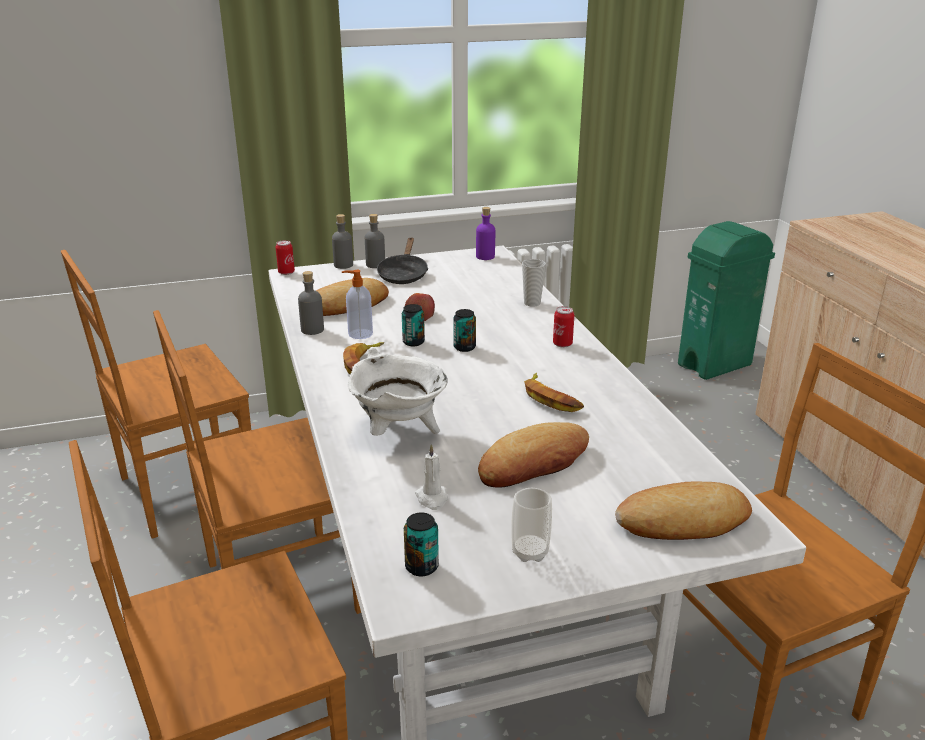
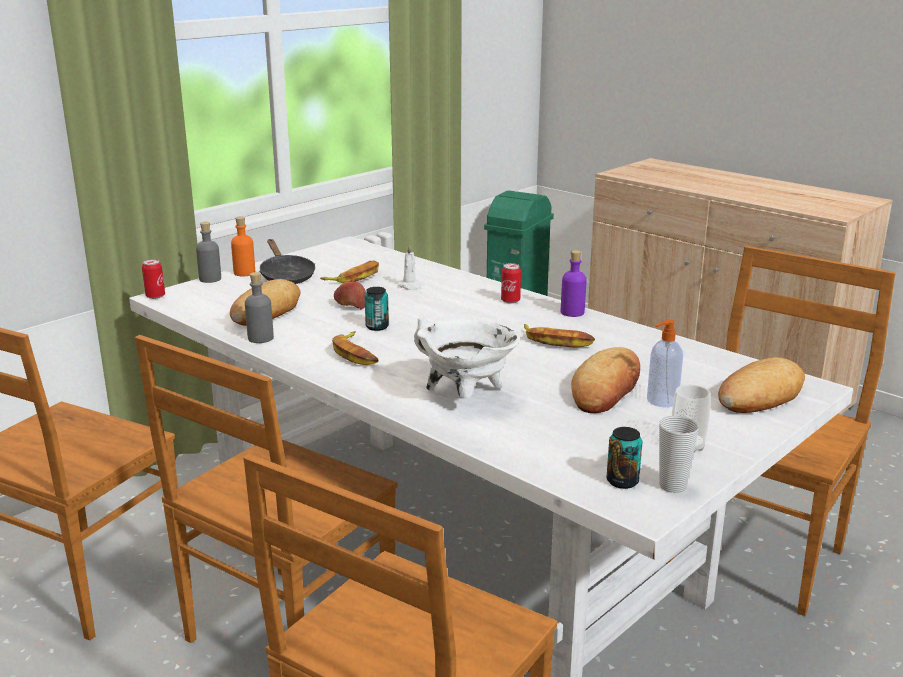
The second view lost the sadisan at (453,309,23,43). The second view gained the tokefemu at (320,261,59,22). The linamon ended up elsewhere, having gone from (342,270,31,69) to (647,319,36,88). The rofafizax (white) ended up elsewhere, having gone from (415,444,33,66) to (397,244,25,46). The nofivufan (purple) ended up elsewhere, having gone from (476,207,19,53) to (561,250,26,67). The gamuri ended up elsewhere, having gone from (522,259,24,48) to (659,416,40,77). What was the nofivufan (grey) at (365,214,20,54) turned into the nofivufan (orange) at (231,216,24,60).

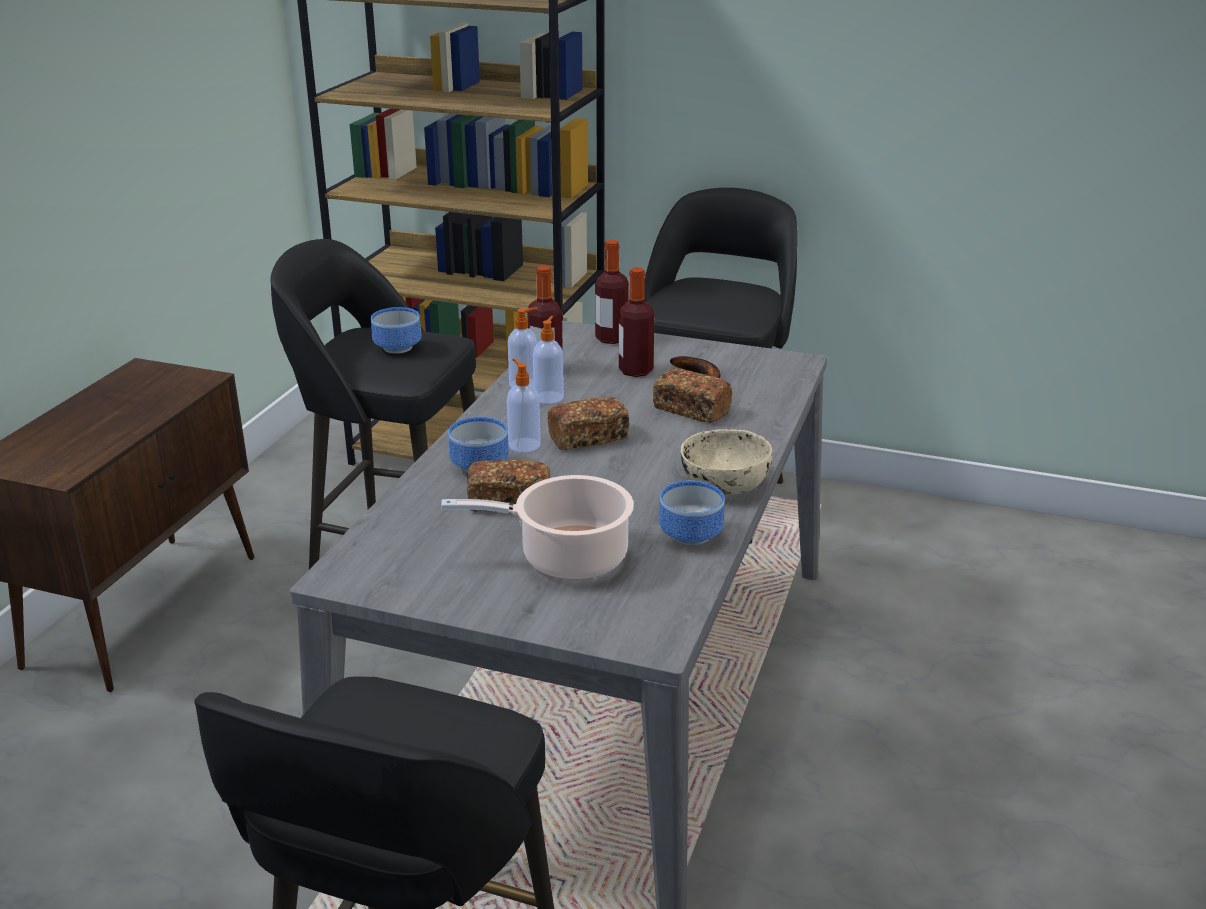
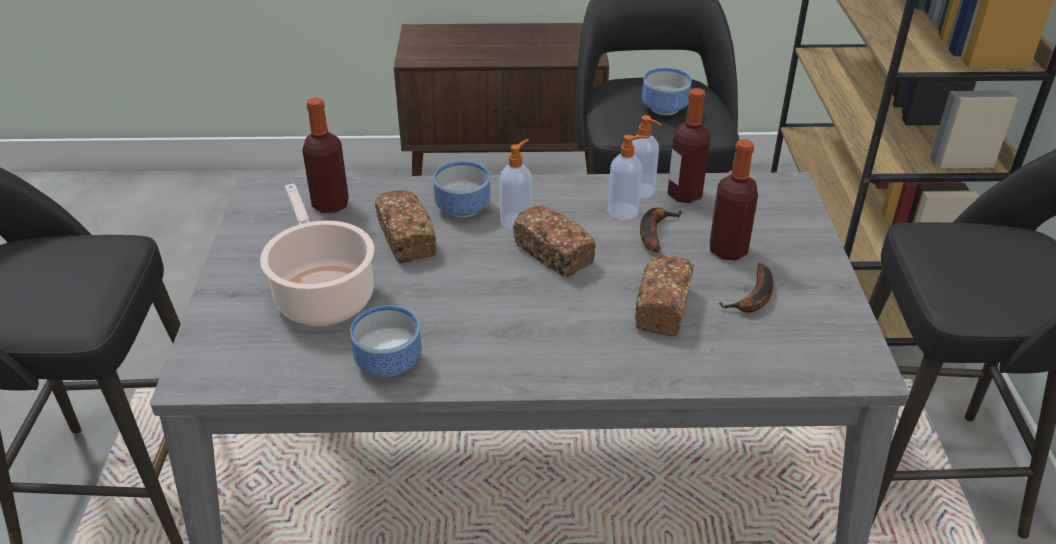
The second view lost the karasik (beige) at (681,429,92,66). The second view gained the tokefemu at (640,207,42,45). The nofivufan ended up elsewhere, having gone from (595,240,34,104) to (302,98,47,115).

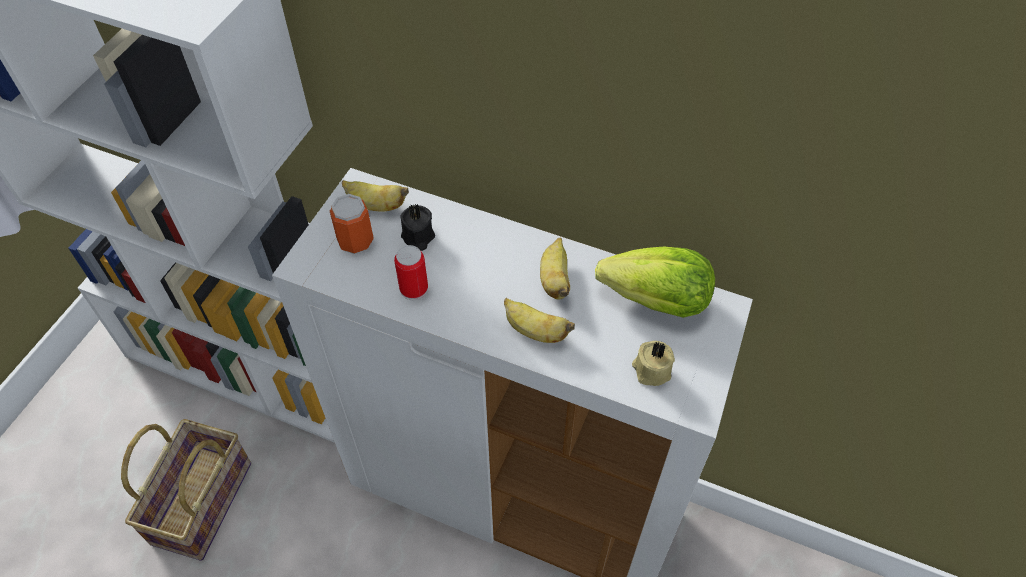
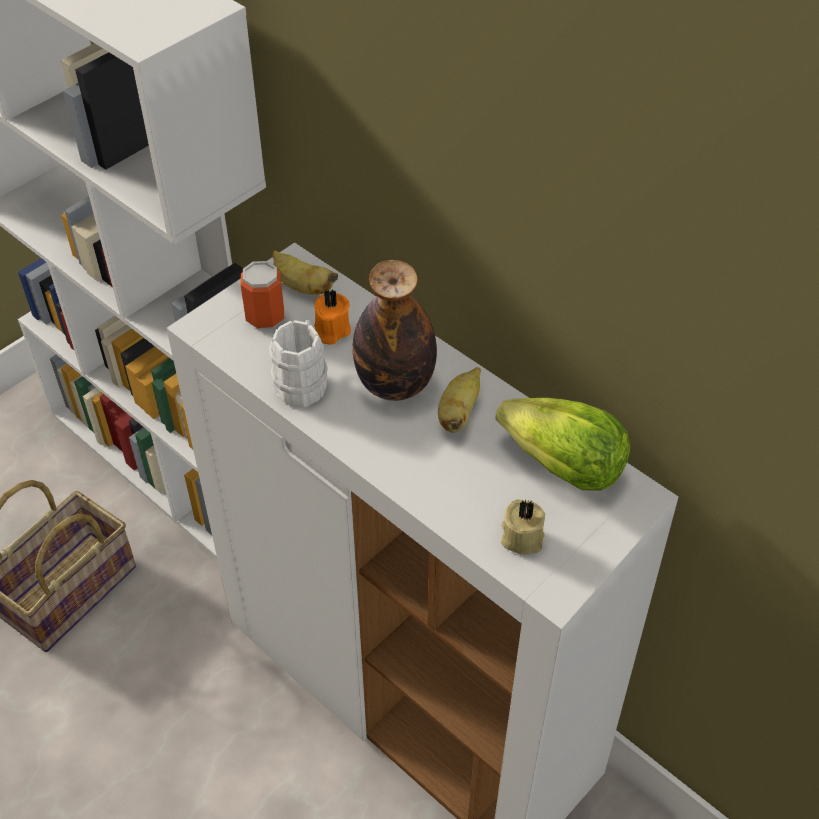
The second view lost the tokefemu at (504,298,71,45). The second view gained the nofivufan at (353,260,84,141). Where the sadisan stood at (394,245,34,55), the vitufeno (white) came to stand at (269,320,59,88). What was the rofafizax (black) at (400,203,35,48) turned into the rofafizax (orange) at (314,289,37,56).

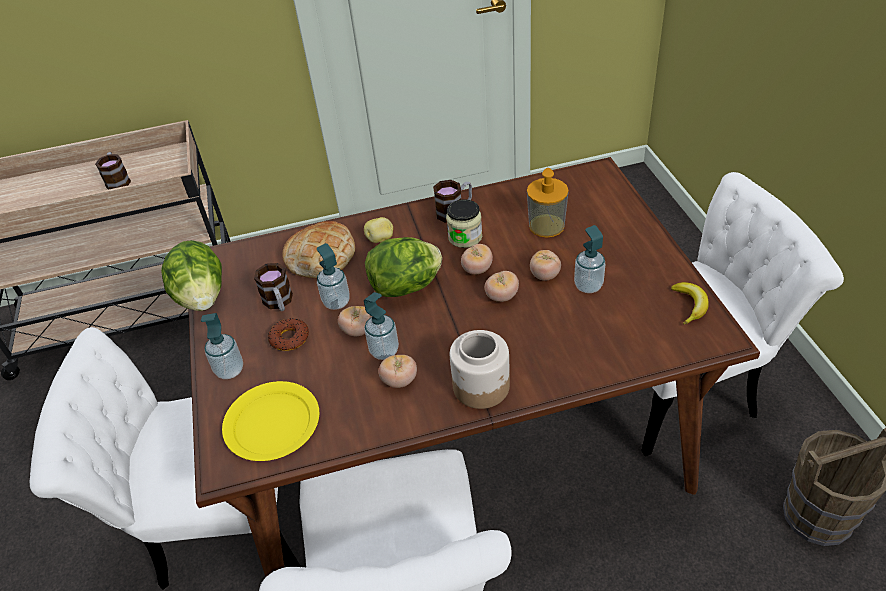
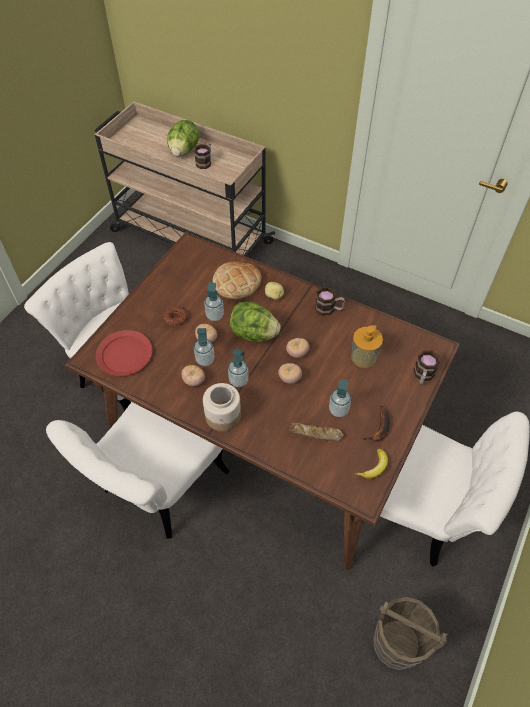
The second view lost the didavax at (446,199,36,49). The second view lost the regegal at (530,250,31,31). The second view gained the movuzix at (289,422,55,19). The second view gained the tokefemu at (363,406,27,36). The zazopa ended up elsewhere, having gone from (161,240,61,71) to (167,120,34,37). The linamon ended up elsewhere, having gone from (201,313,42,66) to (228,348,20,39). The vitufeno ended up elsewhere, having gone from (254,263,39,48) to (414,350,26,35). What was the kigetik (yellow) at (222,381,97,80) turned into the kigetik (red) at (96,330,56,46).

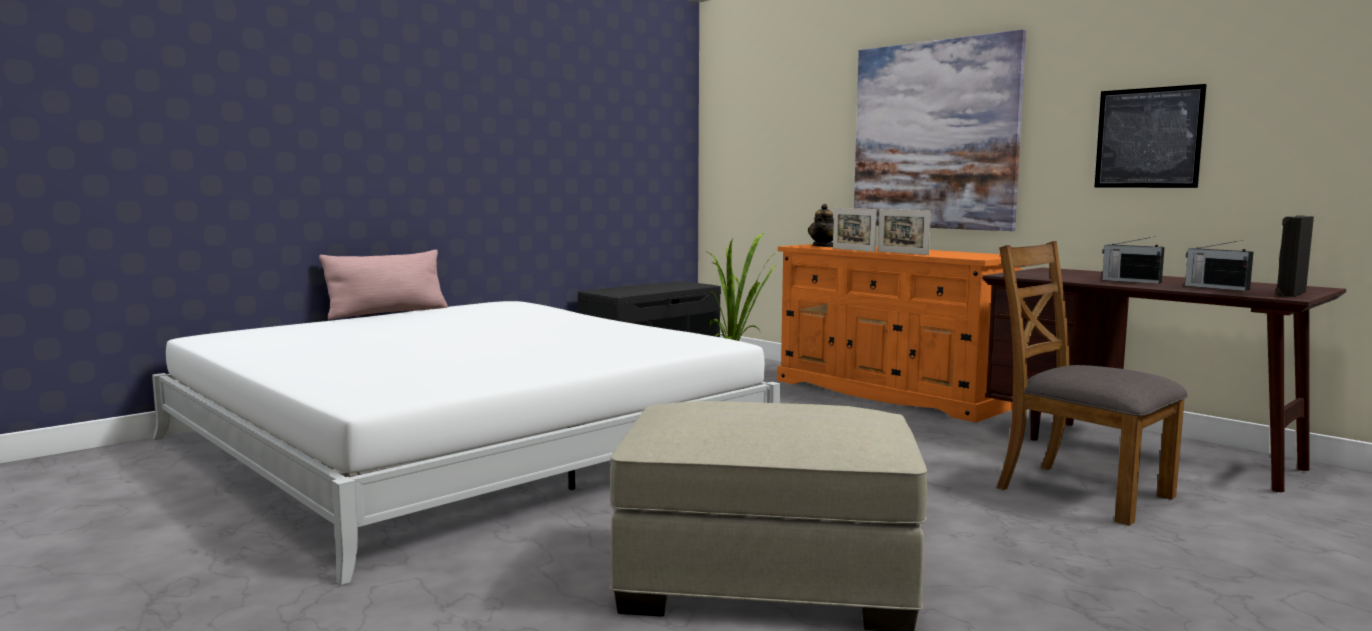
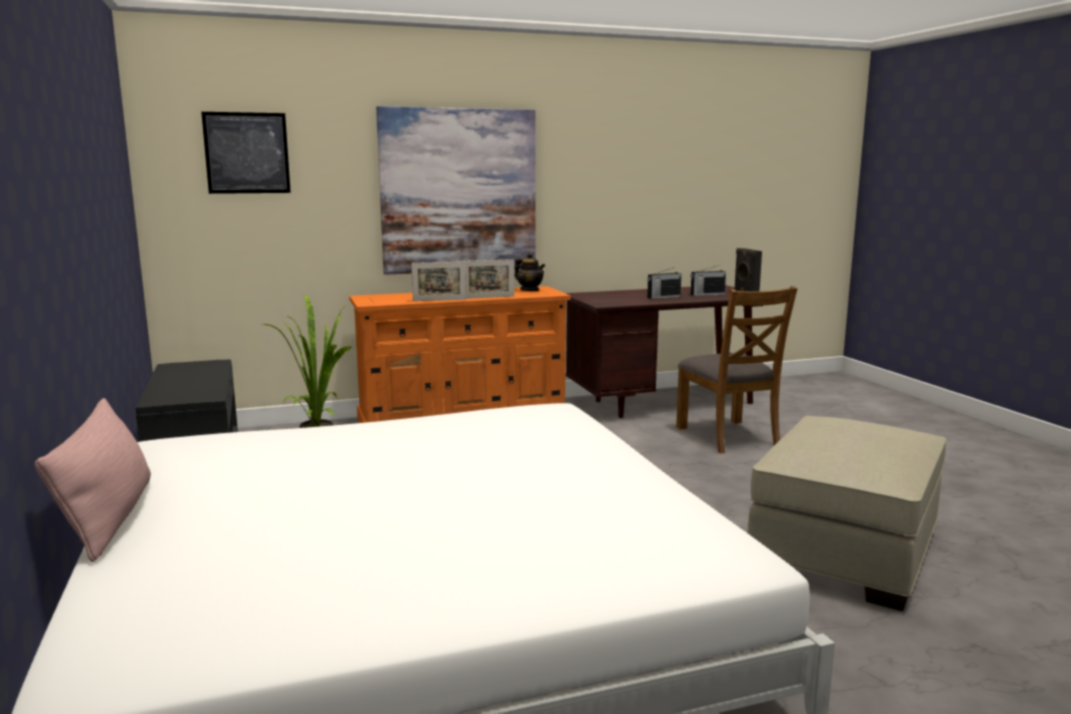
The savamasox ended up elsewhere, having gone from (808,204,26,43) to (515,252,30,39). The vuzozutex ended up elsewhere, having gone from (1095,84,112,104) to (201,112,90,82). The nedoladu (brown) at (996,241,192,285) ended up facing another way, 90 degrees counterclockwise from before.

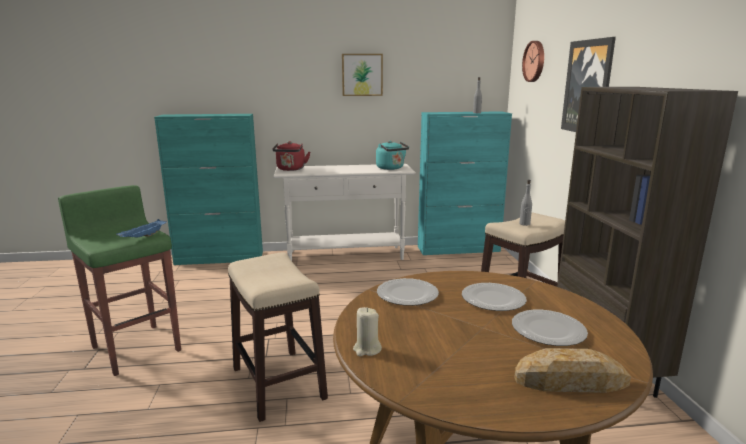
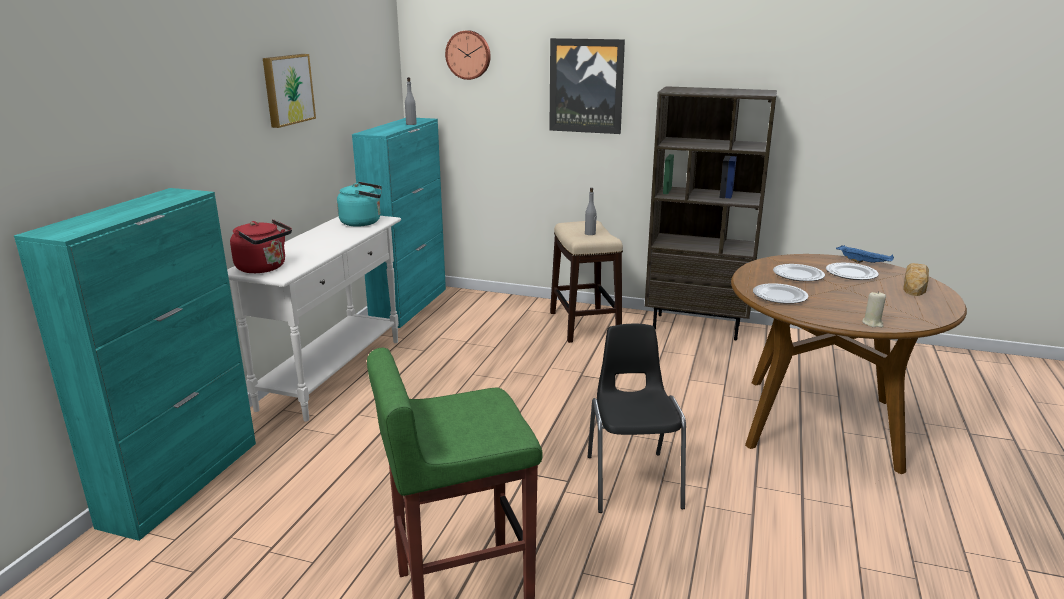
The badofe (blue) ended up elsewhere, having gone from (116,219,51,18) to (836,245,58,18). Where the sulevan stood at (228,252,100,170), the nedoladu (black) came to stand at (588,324,98,189).

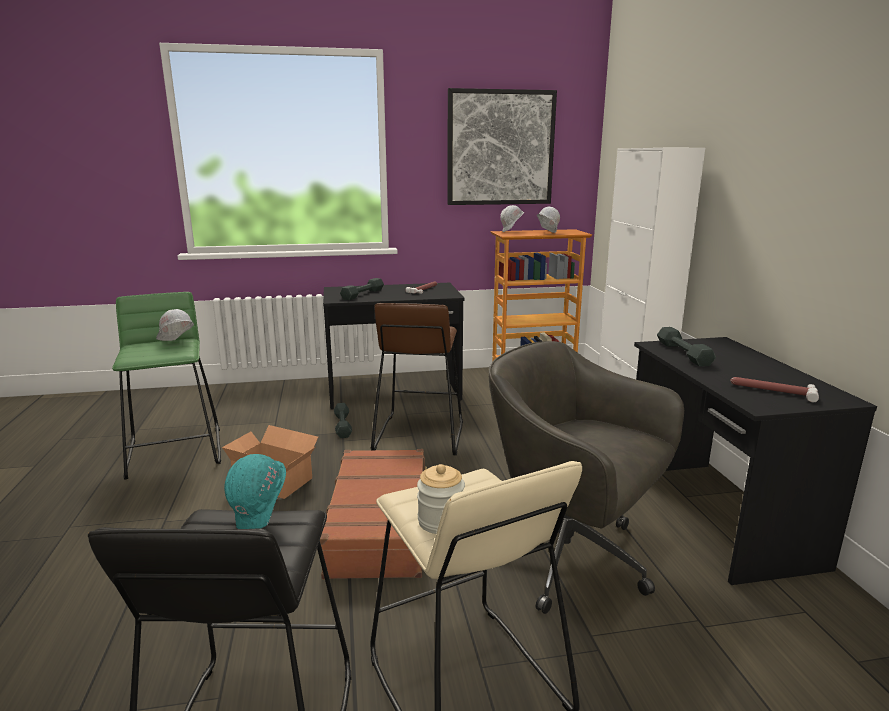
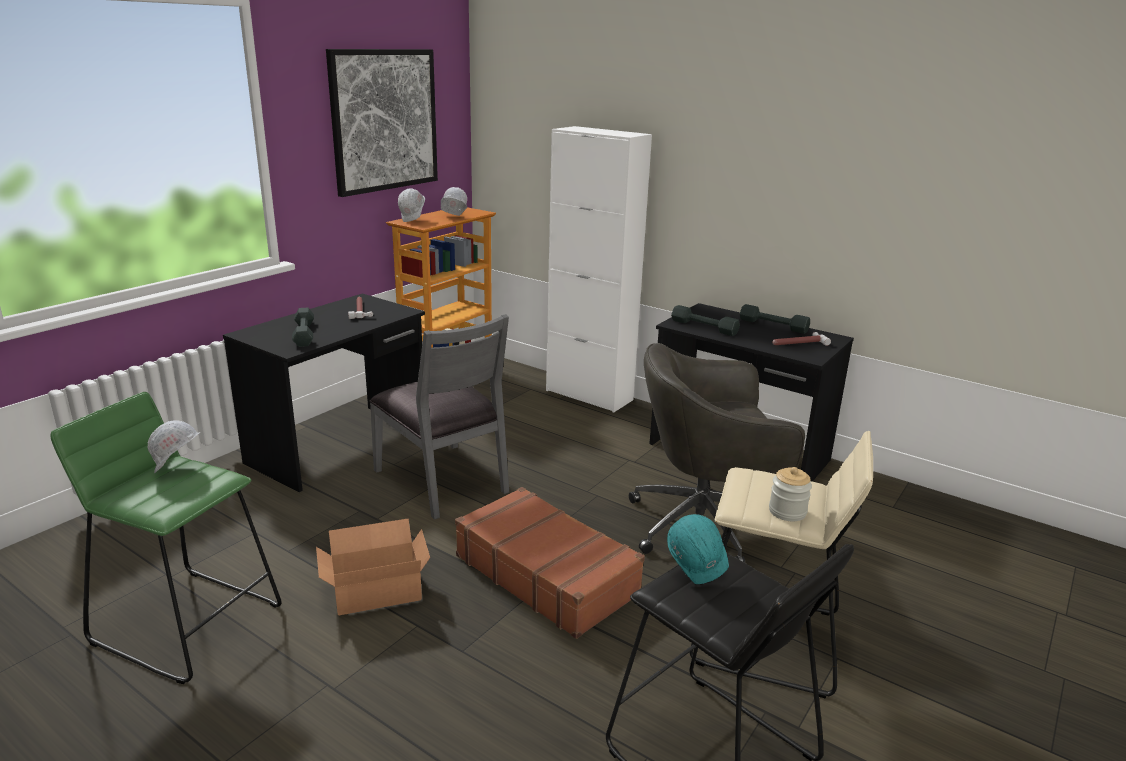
The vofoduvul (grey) ended up elsewhere, having gone from (334,403,18,35) to (740,304,70,30). Where the sulevan (brown) stood at (371,303,92,152), the nedoladu (grey) came to stand at (369,314,140,206).

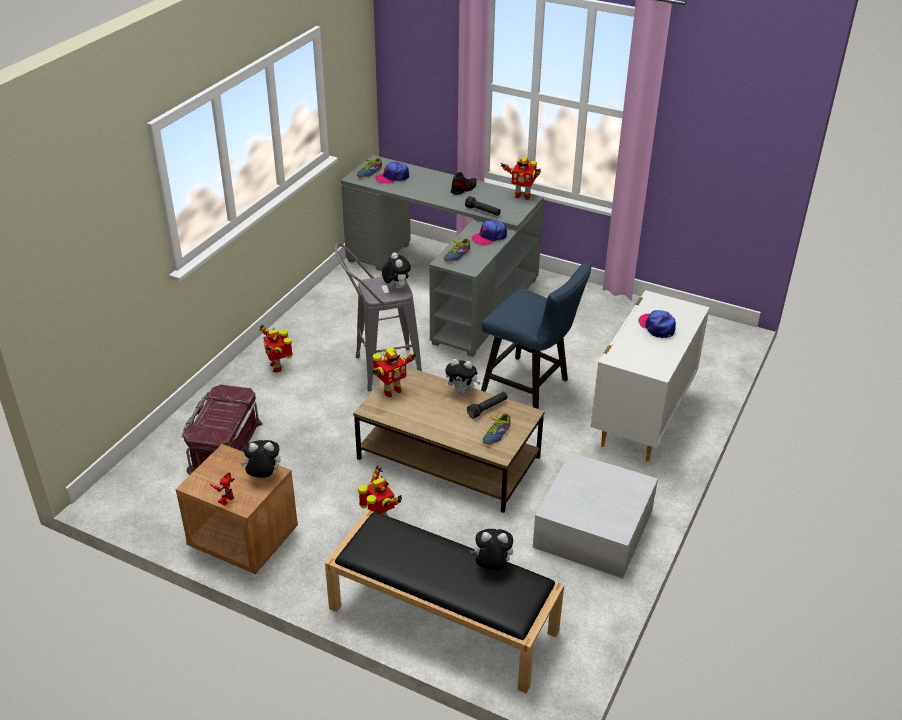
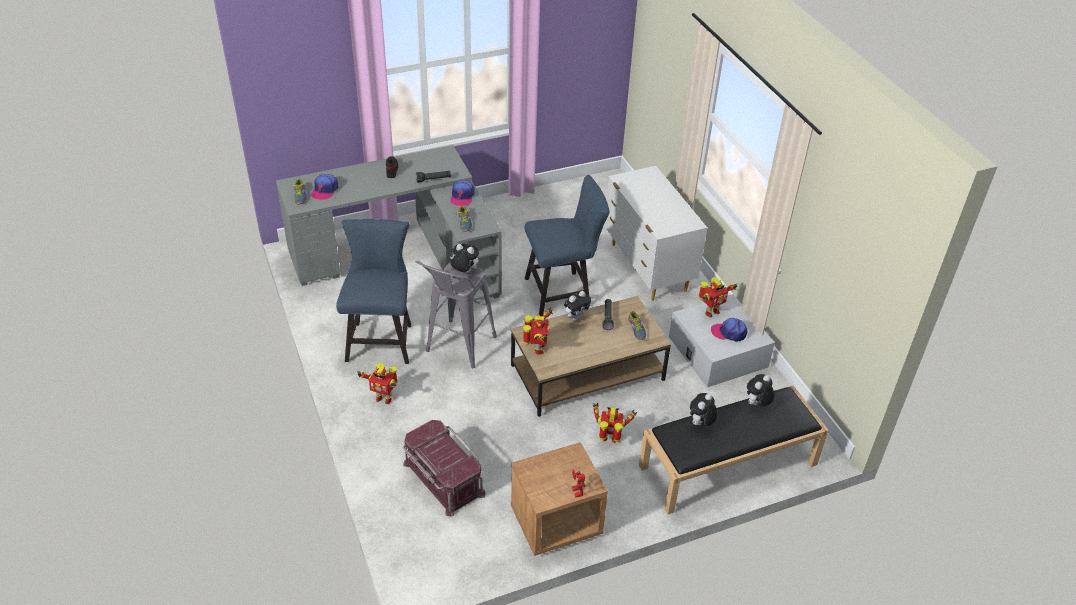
The second view gained the nedoladu (blue) at (336,219,75,145). The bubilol ended up elsewhere, having gone from (241,440,40,38) to (690,393,28,33). The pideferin ended up elsewhere, having gone from (501,157,40,43) to (699,277,38,40). The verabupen ended up elsewhere, having gone from (638,310,38,28) to (711,318,36,24).

